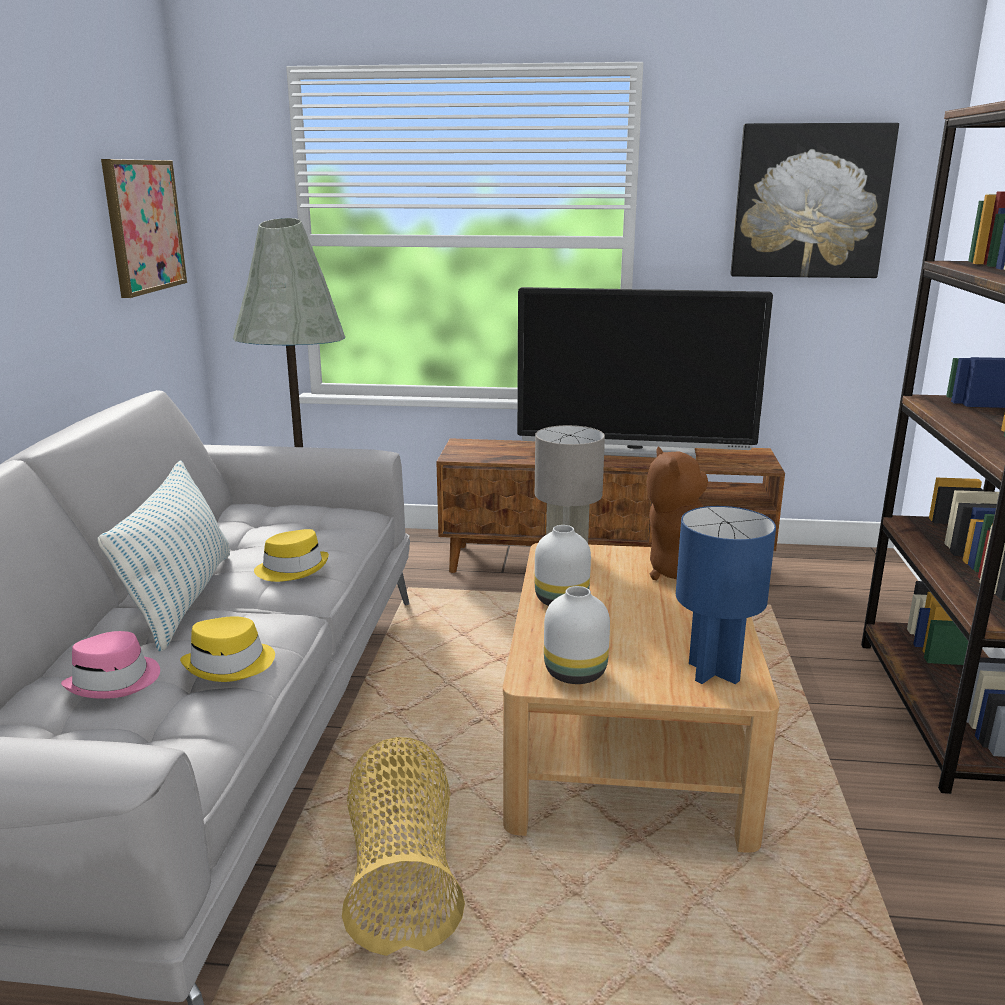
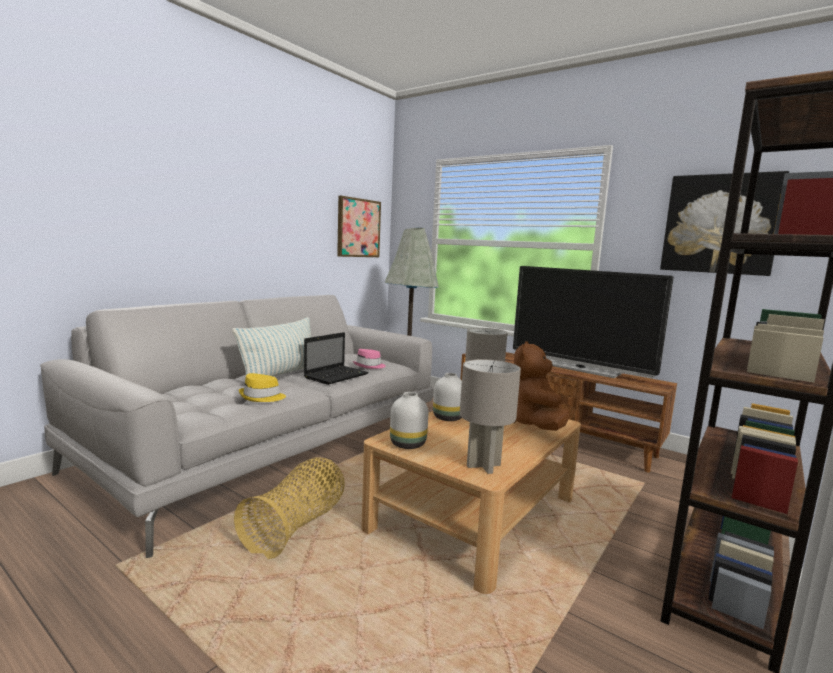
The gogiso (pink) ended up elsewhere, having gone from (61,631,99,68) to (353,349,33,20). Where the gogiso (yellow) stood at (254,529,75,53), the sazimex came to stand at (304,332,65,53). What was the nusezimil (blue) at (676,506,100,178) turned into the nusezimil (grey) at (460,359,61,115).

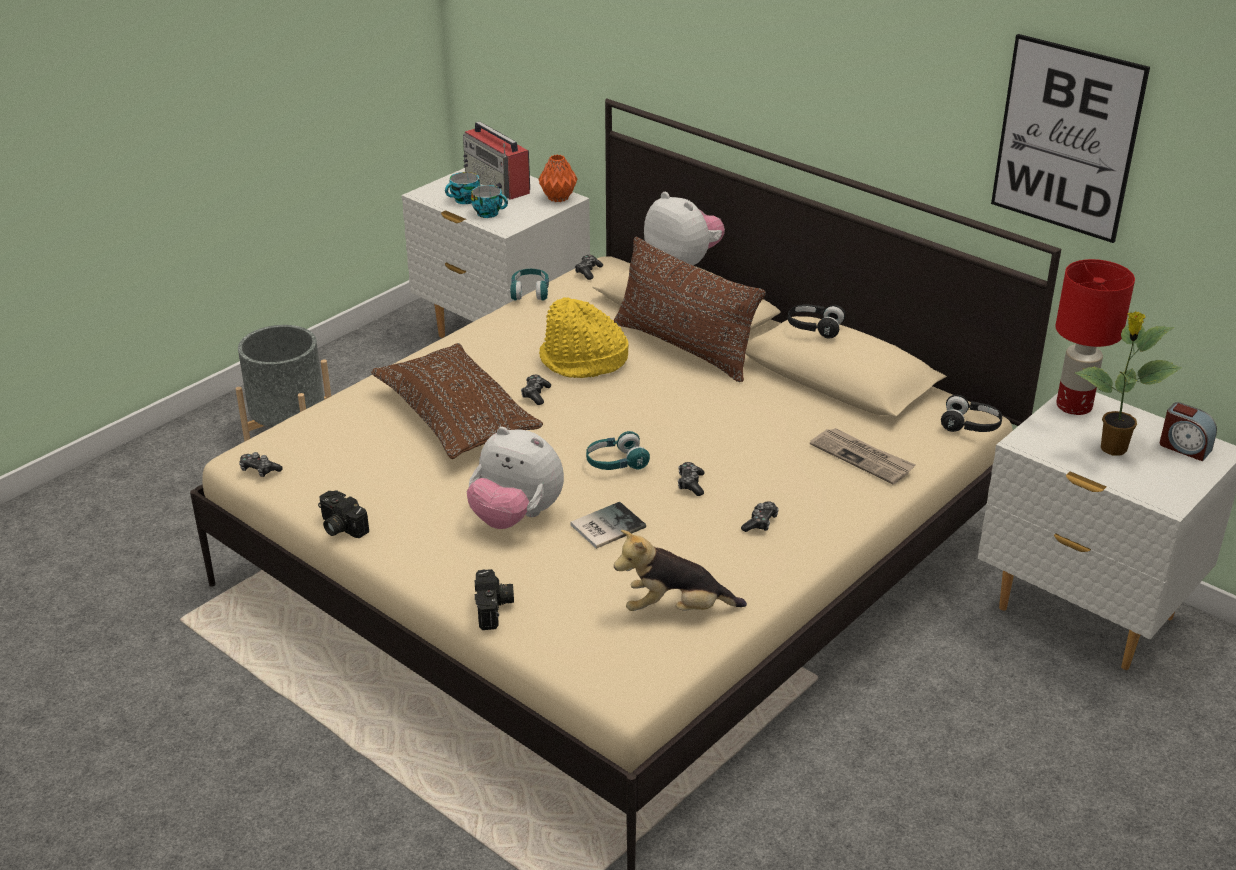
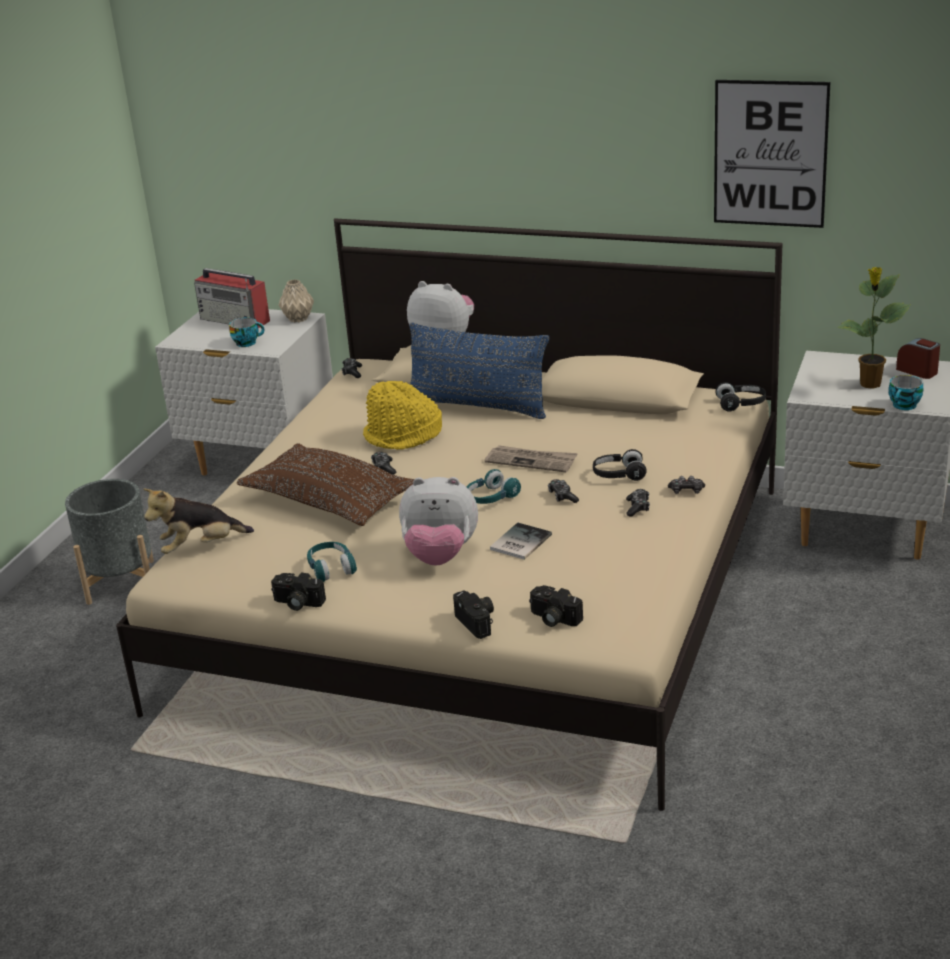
The second view lost the nusezimil (red) at (1055,259,80,156). The second view gained the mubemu at (529,585,54,42). The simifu ended up elsewhere, having gone from (239,452,44,25) to (668,476,37,18). The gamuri ended up elsewhere, having gone from (445,172,35,32) to (889,375,34,35). The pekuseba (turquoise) ended up elsewhere, having gone from (510,269,39,32) to (307,542,50,40). The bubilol ended up elsewhere, having gone from (614,530,133,81) to (143,488,111,66). The pekuseba (black) ended up elsewhere, having gone from (788,304,58,34) to (593,449,54,32). The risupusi ended up elsewhere, having gone from (810,428,106,56) to (484,445,94,27). What was the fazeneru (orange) at (538,154,40,48) turned into the fazeneru (beige) at (279,279,35,44). What was the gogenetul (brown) at (614,237,152,145) turned into the gogenetul (blue) at (410,323,139,96). The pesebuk at (1160,402,57,59) ended up facing another way, 150 degrees counterclockwise from before.

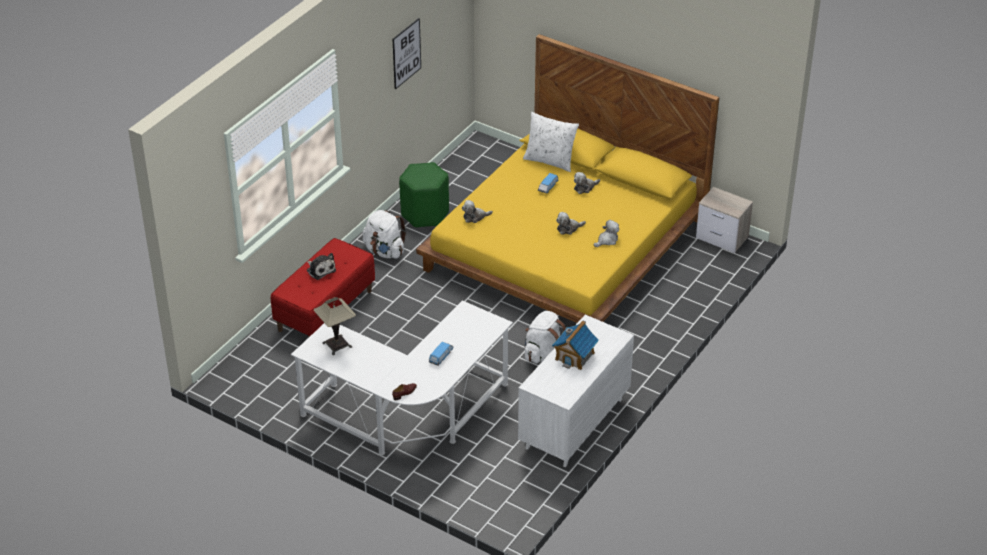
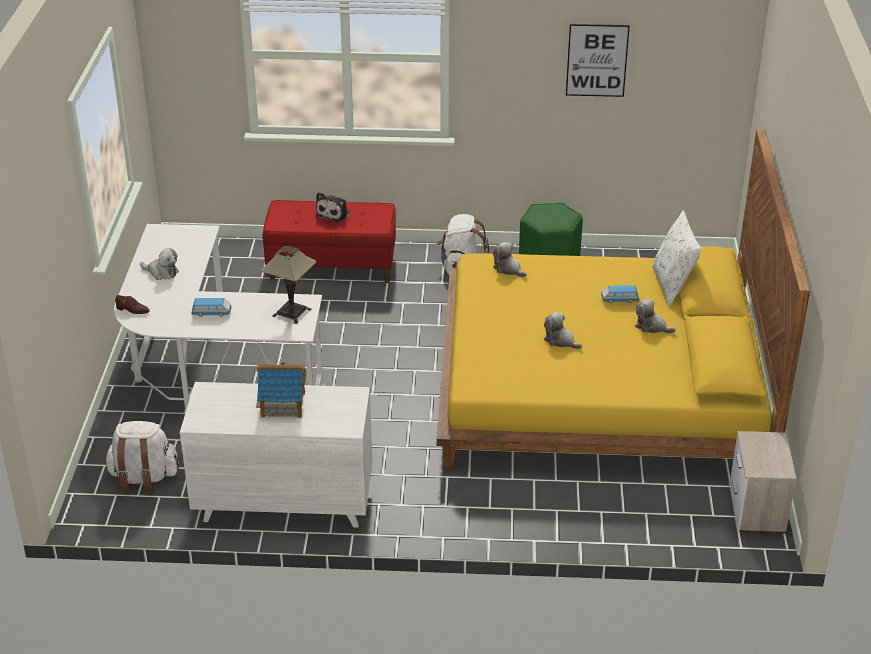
The nusezimil ended up elsewhere, having gone from (314,297,42,58) to (261,246,55,78). The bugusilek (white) ended up elsewhere, having gone from (525,311,41,52) to (104,421,75,71). The bubilol ended up elsewhere, having gone from (594,220,25,27) to (140,248,39,32).

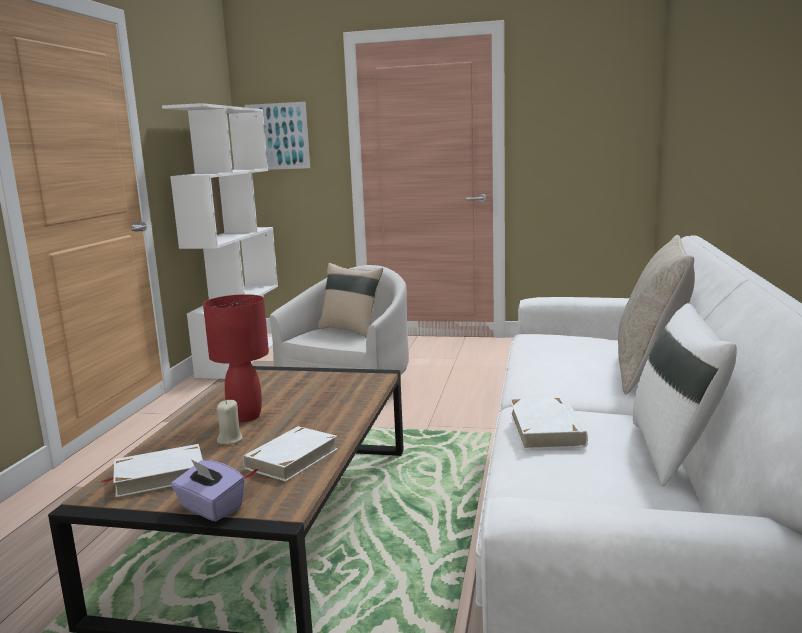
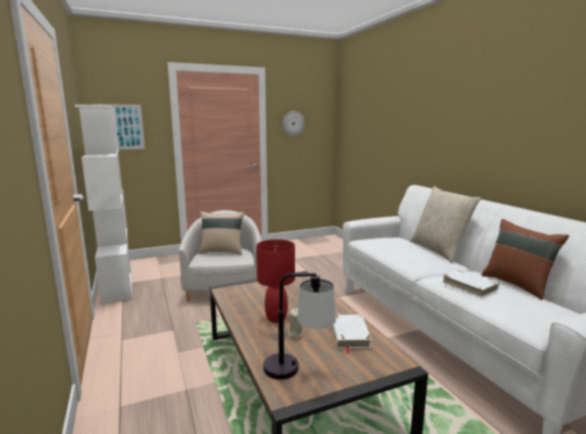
The second view lost the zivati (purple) at (171,459,74,62). The second view gained the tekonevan at (283,111,22,25). Where the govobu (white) stood at (99,444,104,53), the nusezimil came to stand at (263,273,73,107). What was the gogenetul (white) at (633,303,104,184) turned into the gogenetul (brown) at (482,219,87,81).

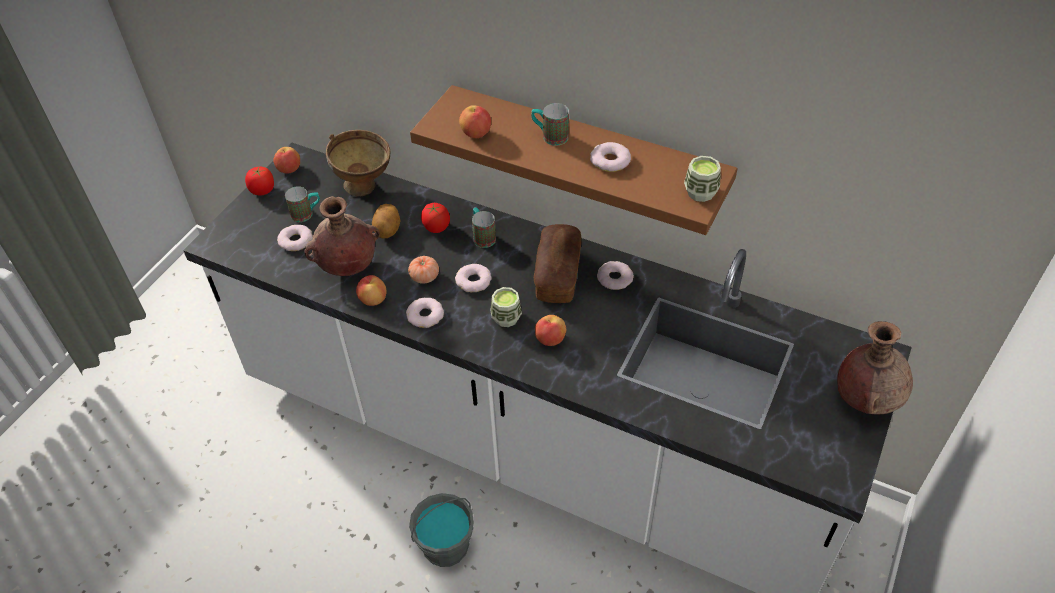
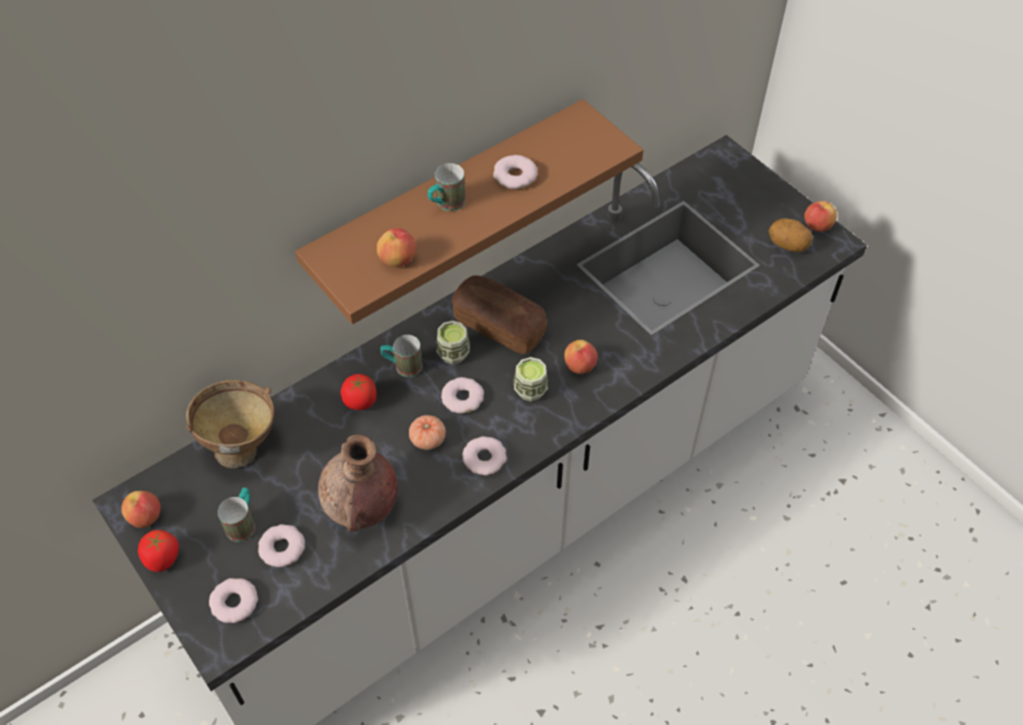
The second view lost the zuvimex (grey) at (409,493,65,74). The second view lost the fazeneru (brown) at (837,321,76,94). The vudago ended up elsewhere, having gone from (356,275,31,31) to (804,201,33,31). The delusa ended up elsewhere, having gone from (372,204,29,34) to (768,218,45,34). The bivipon ended up elsewhere, having gone from (597,261,37,29) to (209,578,49,45). The gamuri ended up elsewhere, having gone from (684,156,37,46) to (436,321,34,43).

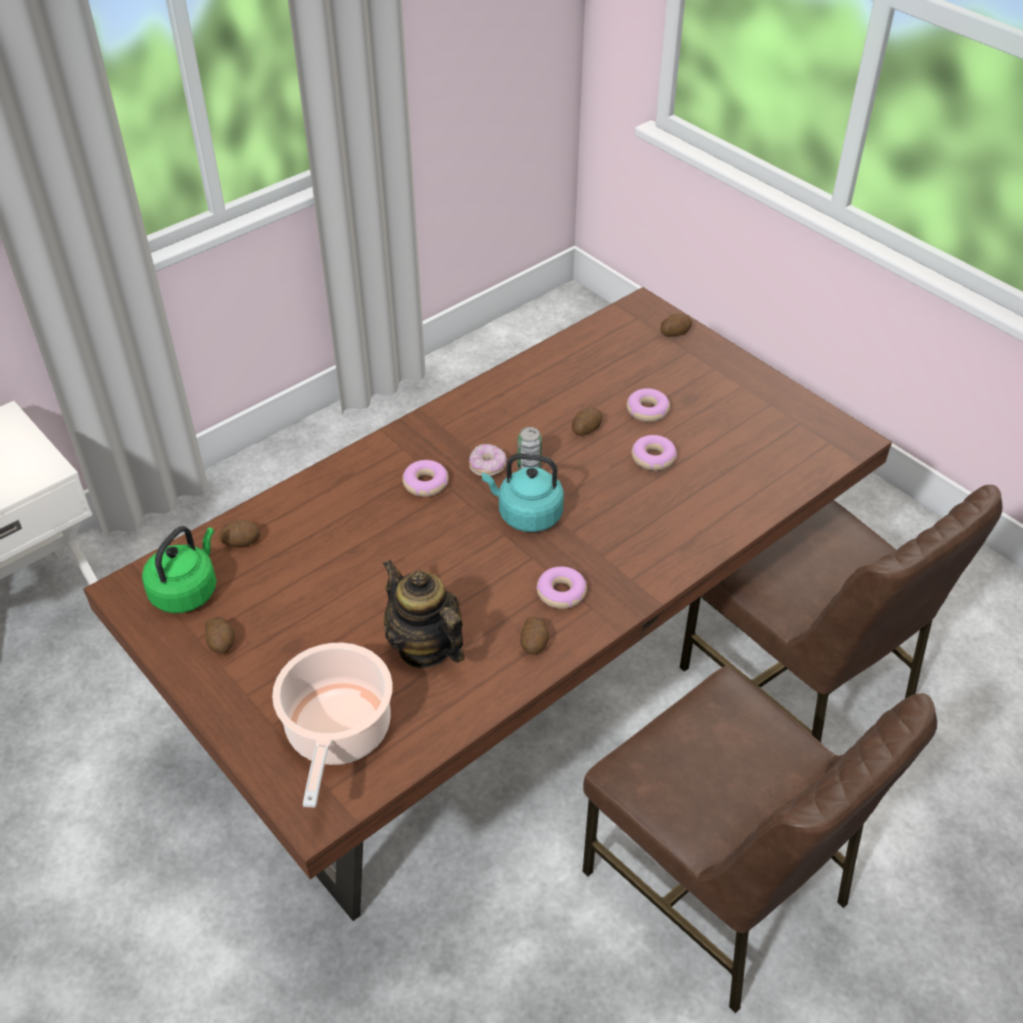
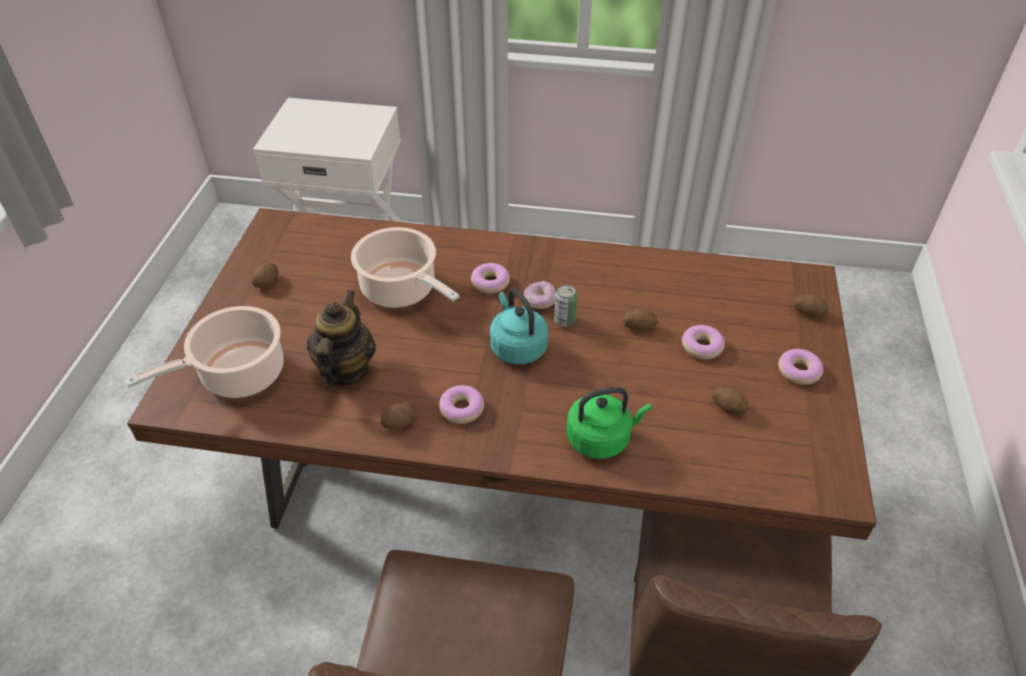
The second view gained the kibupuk at (351,227,108,81). The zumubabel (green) ended up elsewhere, having gone from (142,526,74,87) to (566,387,86,72). The delusa ended up elsewhere, having gone from (219,520,41,26) to (712,386,36,29). The bivipon ended up elsewhere, having gone from (632,435,45,36) to (778,349,45,36).

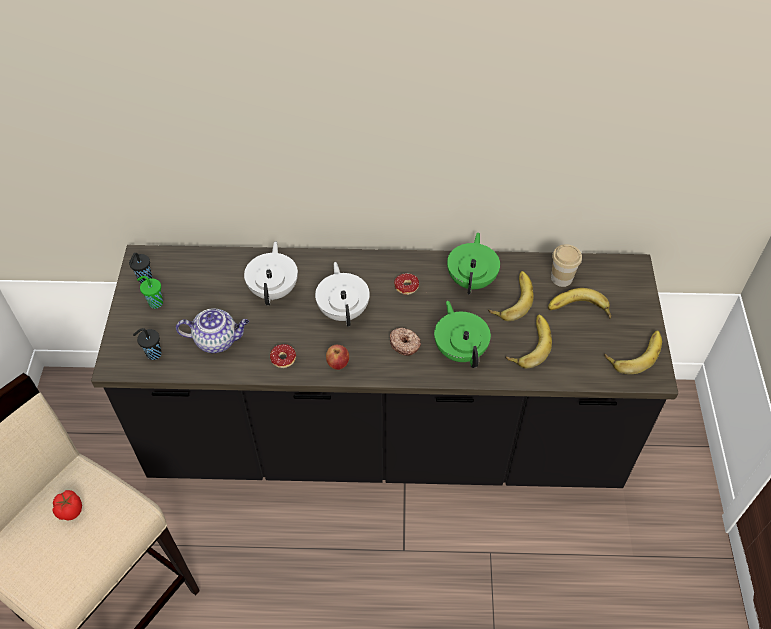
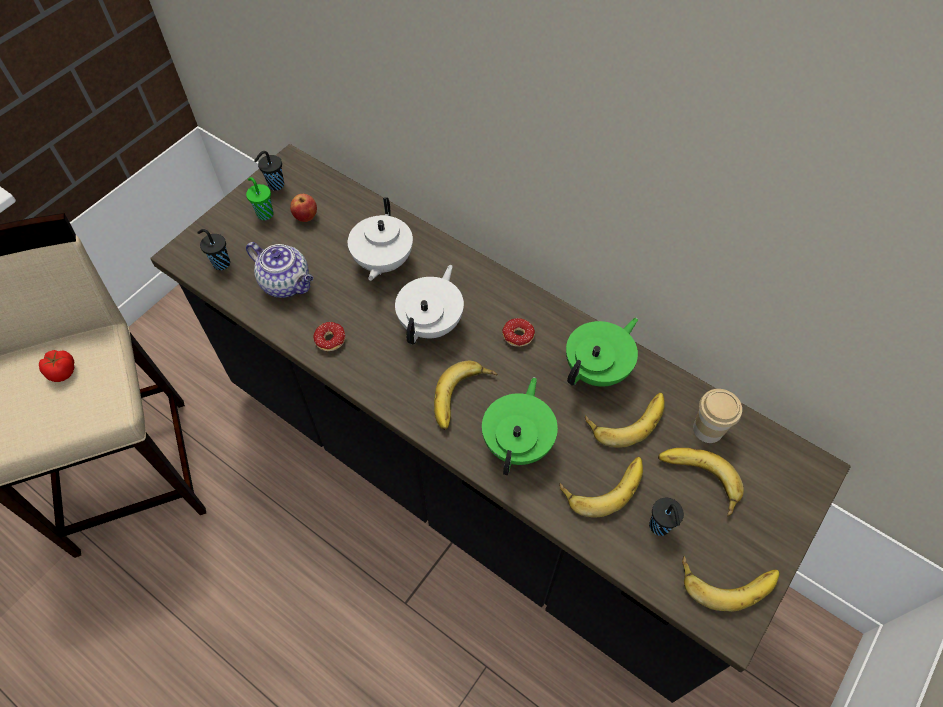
The second view gained the gamuri (black) at (649,498,35,38). The vudago ended up elsewhere, having gone from (326,345,23,25) to (290,194,27,28). Where the bivipon stood at (390,327,31,29), the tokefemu came to stand at (434,361,64,69). The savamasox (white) at (244,242,54,63) ended up facing another way, 150 degrees clockwise from before.

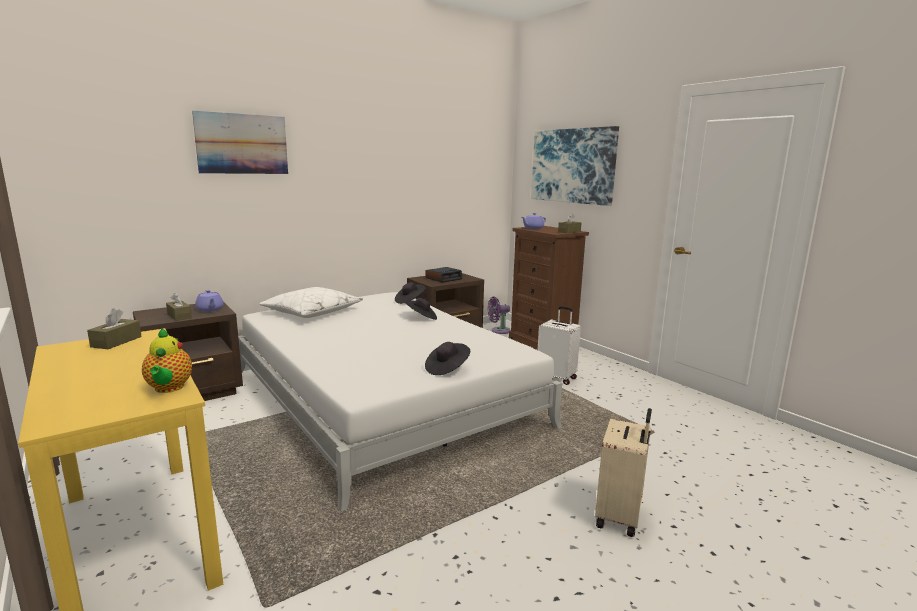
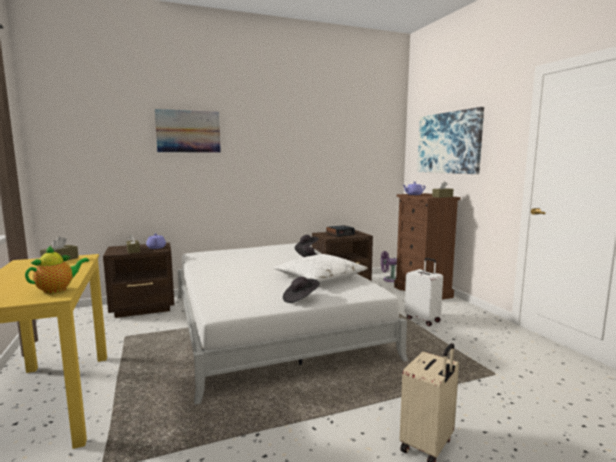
The gogenetul (white) ended up elsewhere, having gone from (259,287,104,31) to (273,254,95,30). The savamasox at (142,328,50,65) ended up facing another way, 135 degrees counterclockwise from before.

